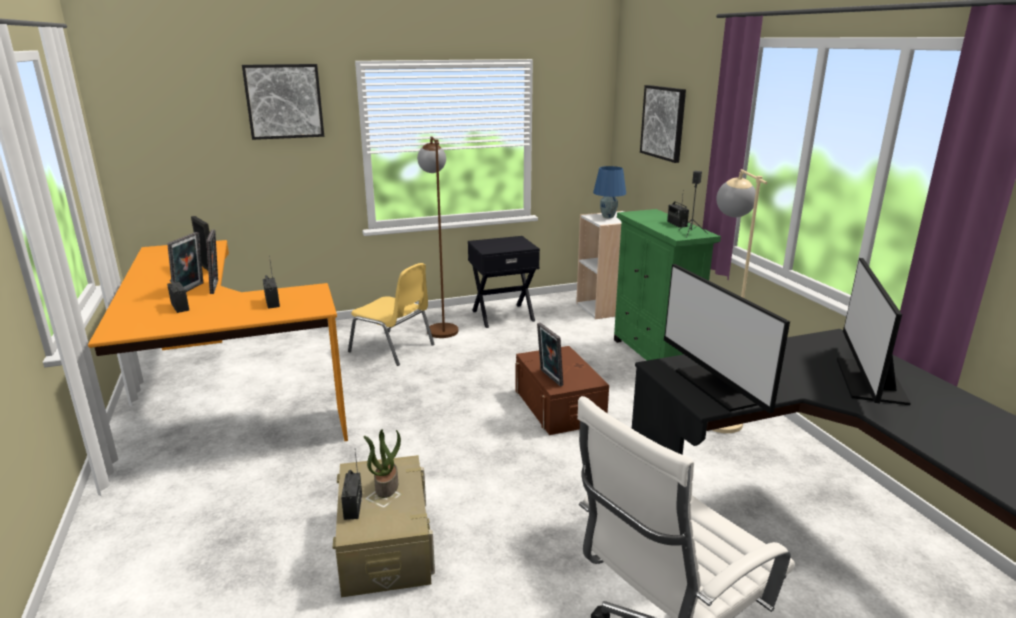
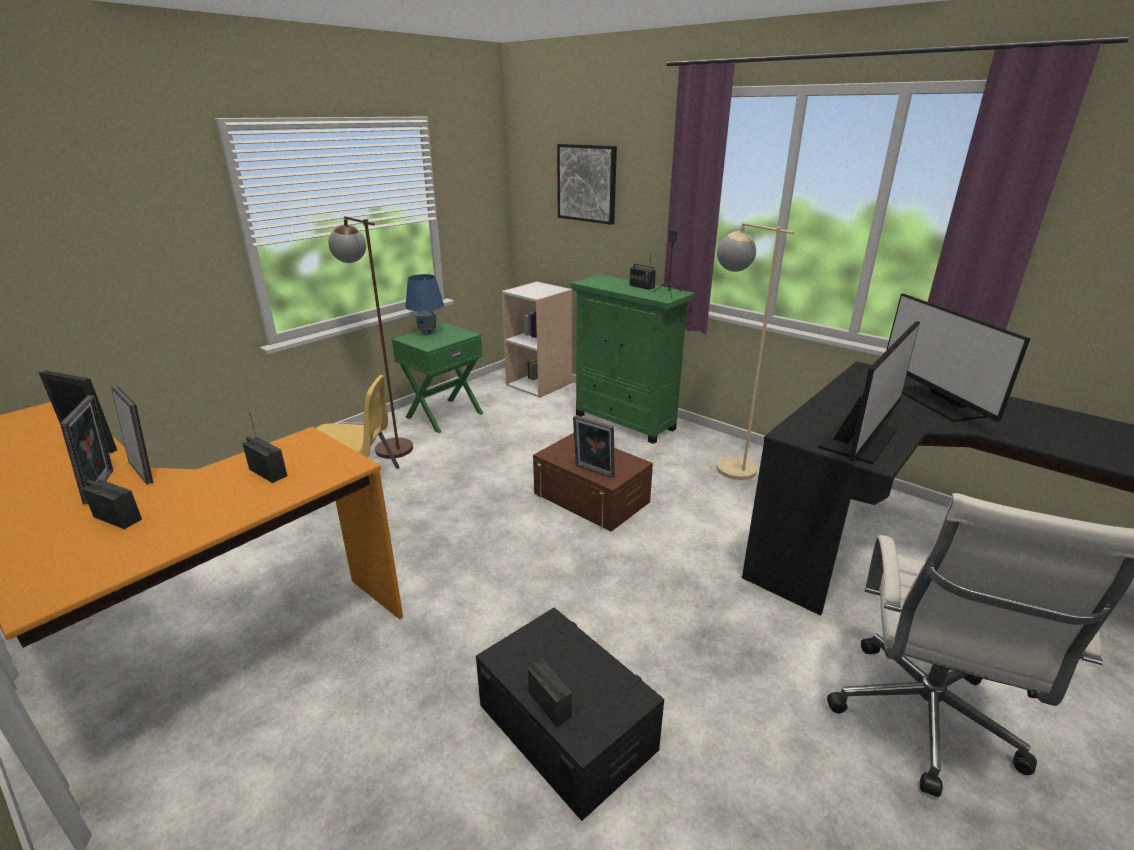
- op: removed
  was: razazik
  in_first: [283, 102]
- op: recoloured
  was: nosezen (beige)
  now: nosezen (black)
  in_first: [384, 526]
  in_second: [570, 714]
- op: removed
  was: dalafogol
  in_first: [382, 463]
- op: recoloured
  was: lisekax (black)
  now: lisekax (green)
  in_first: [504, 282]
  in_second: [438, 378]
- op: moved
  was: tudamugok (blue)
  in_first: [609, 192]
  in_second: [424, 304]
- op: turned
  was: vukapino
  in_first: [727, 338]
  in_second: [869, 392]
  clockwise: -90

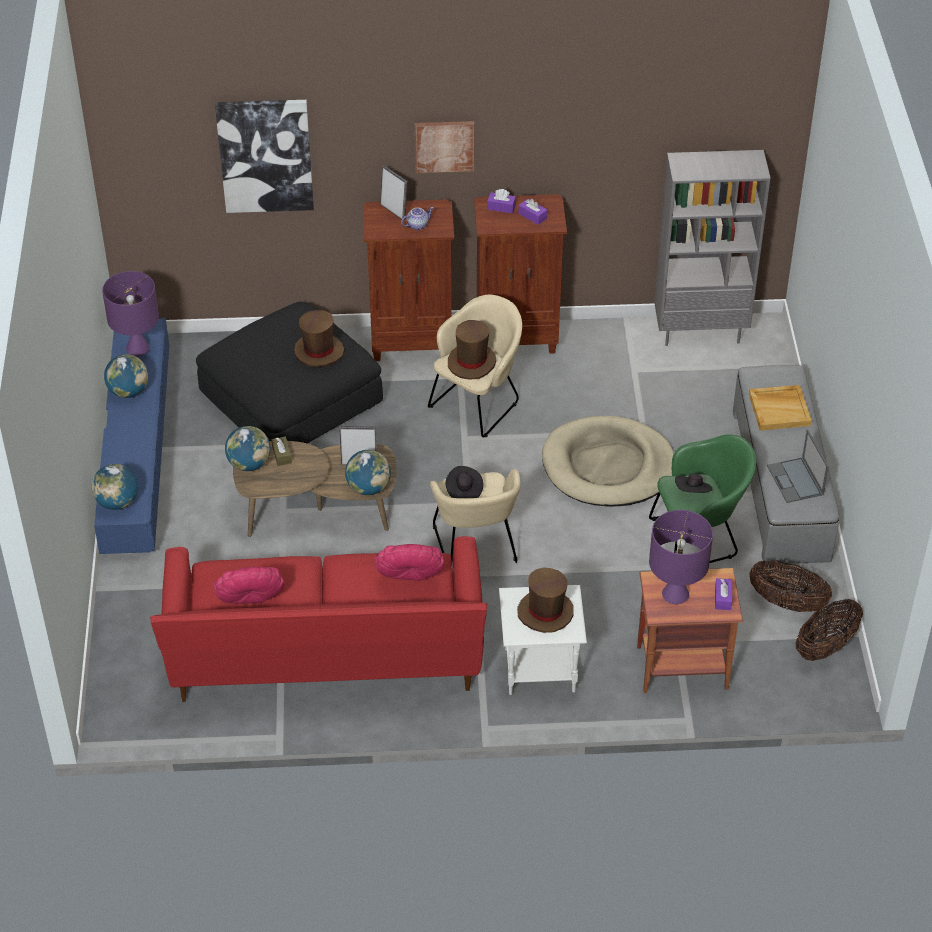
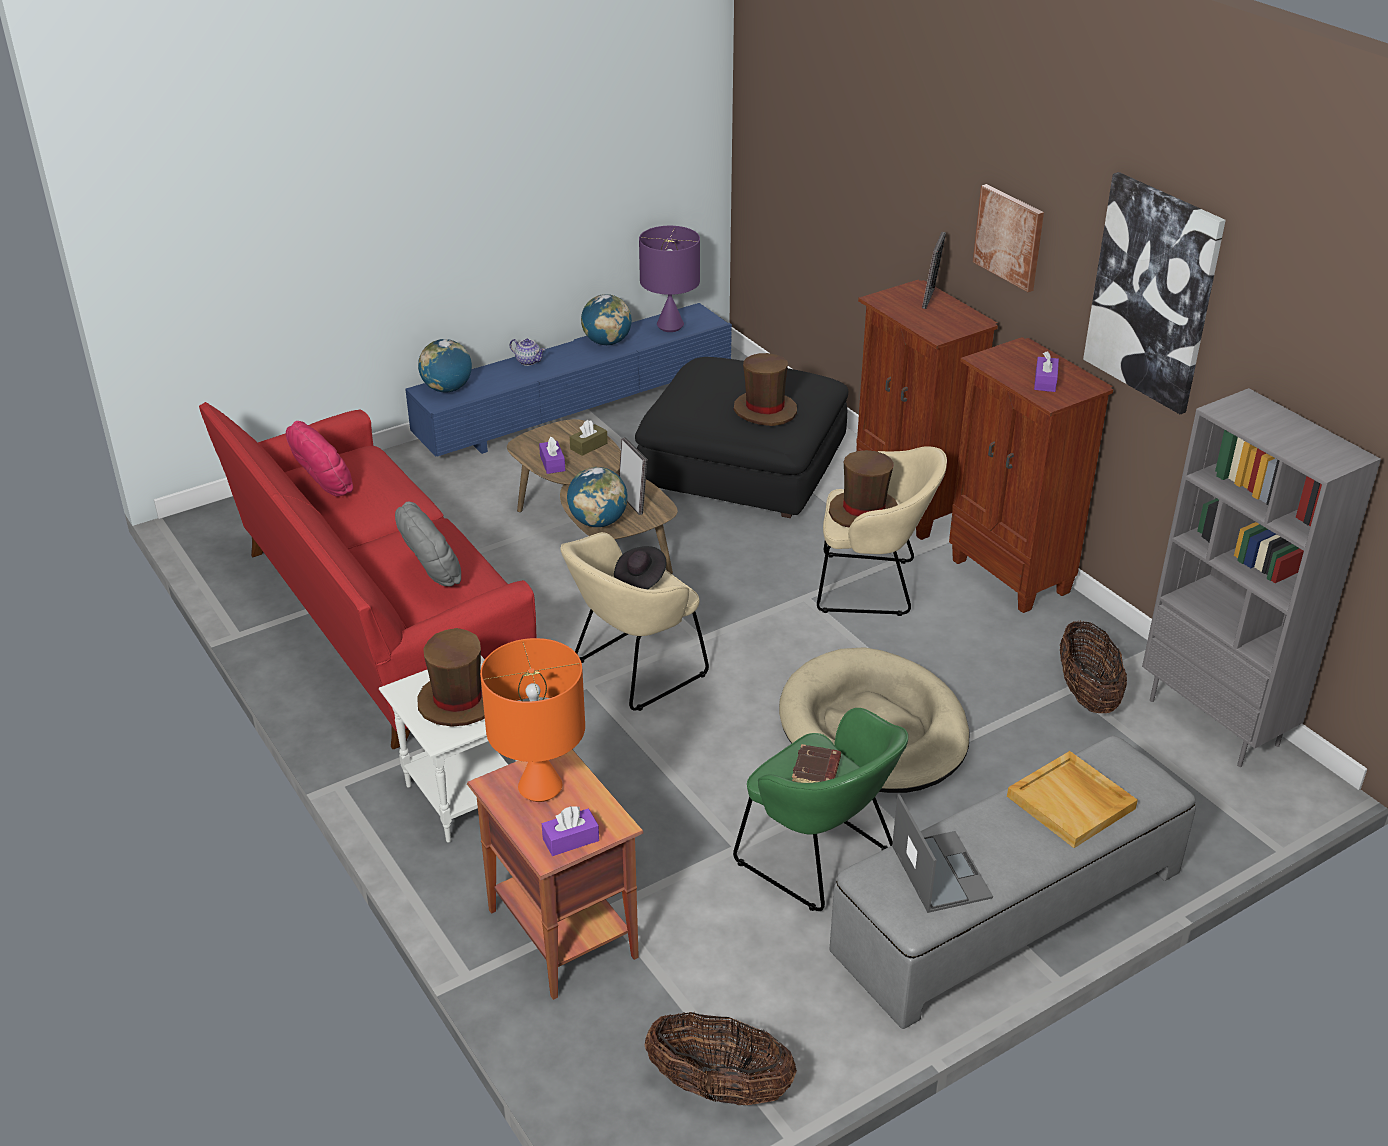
- op: moved
  was: razazik
  in_first: [264, 156]
  in_second: [1154, 293]
- op: removed
  was: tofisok
  in_first: [248, 448]
- op: recoloured
  was: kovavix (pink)
  now: kovavix (grey)
  in_first: [409, 562]
  in_second: [428, 543]
- op: moved
  was: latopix
  in_first: [417, 218]
  in_second: [527, 352]
- op: moved
  was: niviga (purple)
  in_first: [501, 201]
  in_second: [552, 455]
- op: recoloured
  was: tudamugok (purple)
  now: tudamugok (orange)
  in_first: [681, 557]
  in_second: [532, 720]
- op: replaced
  was: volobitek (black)
  now: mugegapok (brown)
  in_first: [693, 483]
  in_second: [816, 763]
- op: moved
  was: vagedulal
  in_first: [790, 586]
  in_second: [1093, 667]
- op: turned
  was: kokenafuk
  in_first: [798, 466]
  in_second: [942, 853]
  clockwise: 120

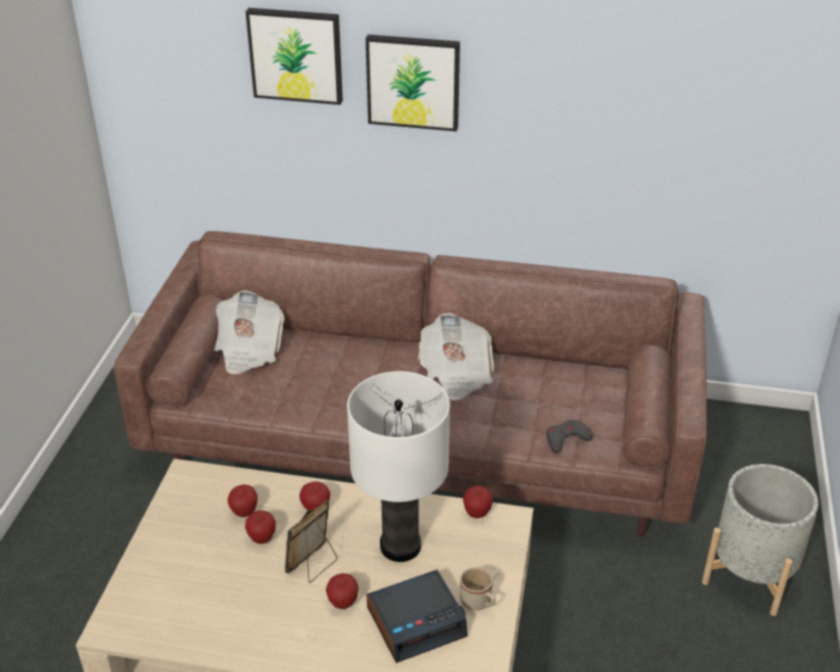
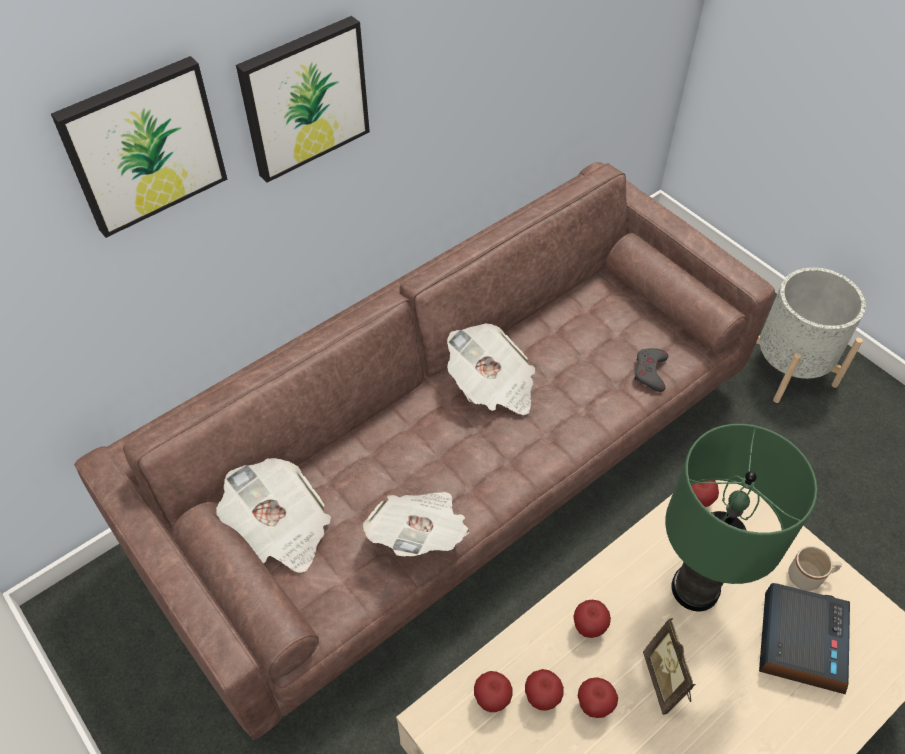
- op: moved
  was: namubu
  in_first: [342, 591]
  in_second: [493, 691]
- op: recoloured
  was: tudamugok (white)
  now: tudamugok (green)
  in_first: [398, 466]
  in_second: [741, 517]
- op: added
  now: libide
  in_second: [416, 524]

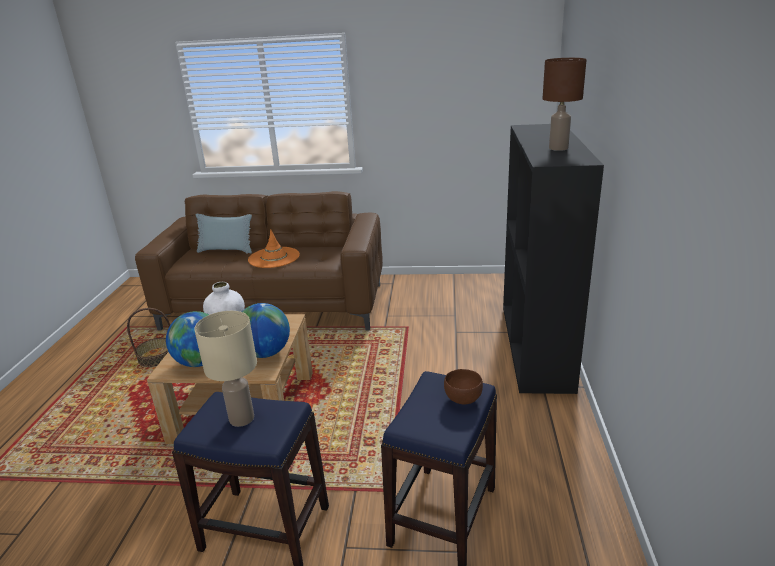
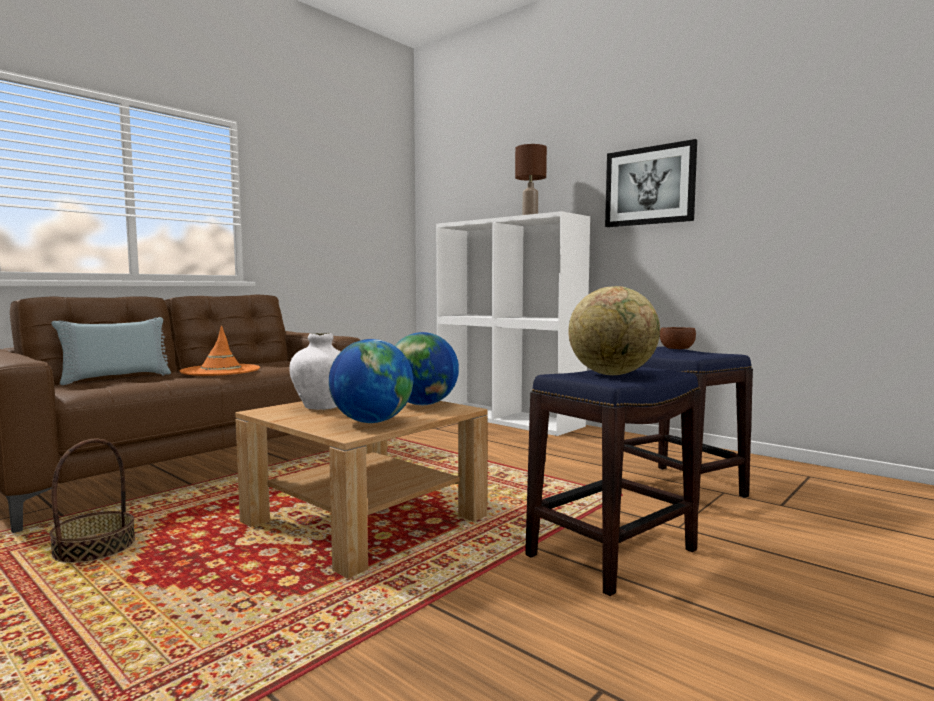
- op: replaced
  was: tudamugok (beige)
  now: tofisok
  in_first: [225, 369]
  in_second: [614, 330]
- op: recoloured
  was: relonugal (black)
  now: relonugal (white)
  in_first: [553, 259]
  in_second: [513, 323]
- op: added
  now: razazik
  in_second: [651, 183]

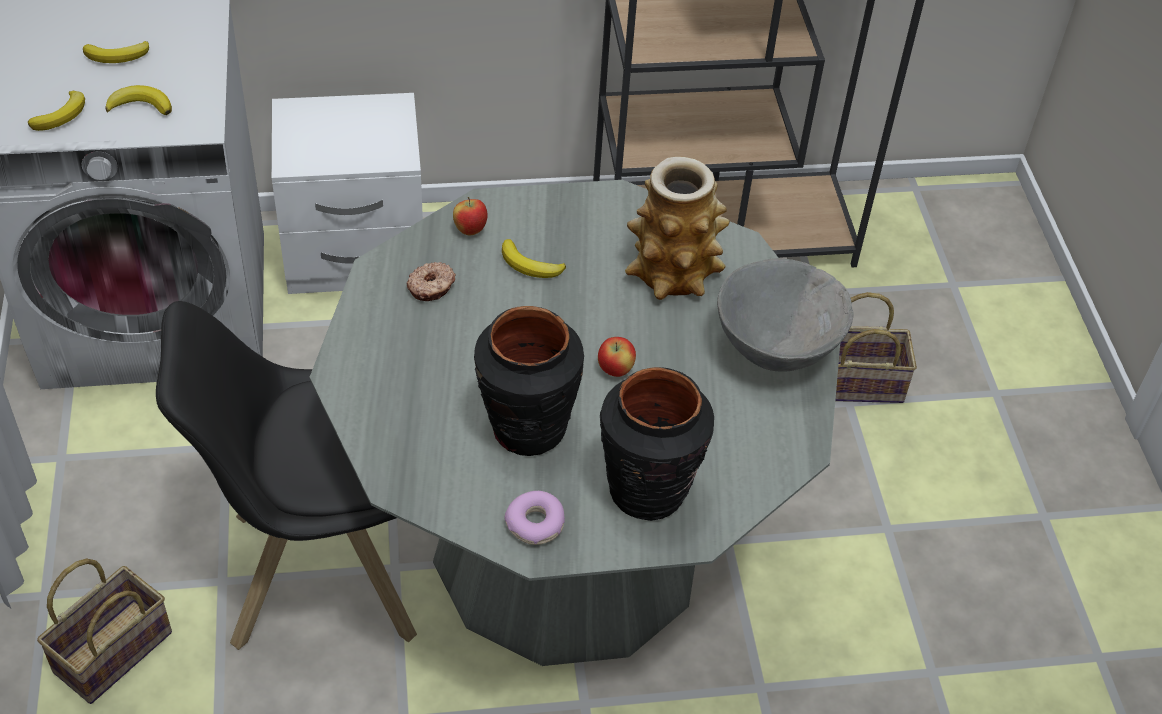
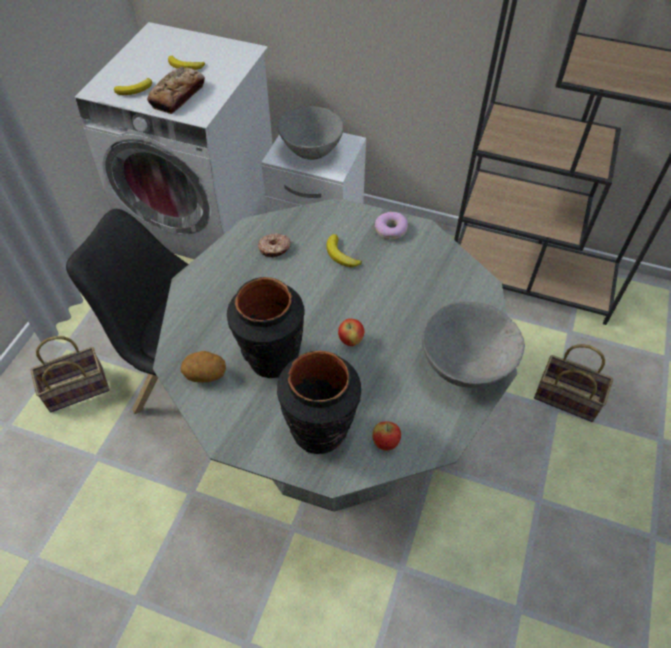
- op: replaced
  was: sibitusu
  now: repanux
  in_first: [138, 100]
  in_second: [176, 90]
- op: moved
  was: namubu
  in_first: [470, 216]
  in_second: [386, 436]
- op: moved
  was: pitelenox
  in_first: [534, 518]
  in_second: [391, 225]
- op: removed
  was: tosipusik
  in_first: [677, 228]
- op: added
  now: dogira
  in_second: [203, 366]
- op: added
  now: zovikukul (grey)
  in_second: [310, 133]

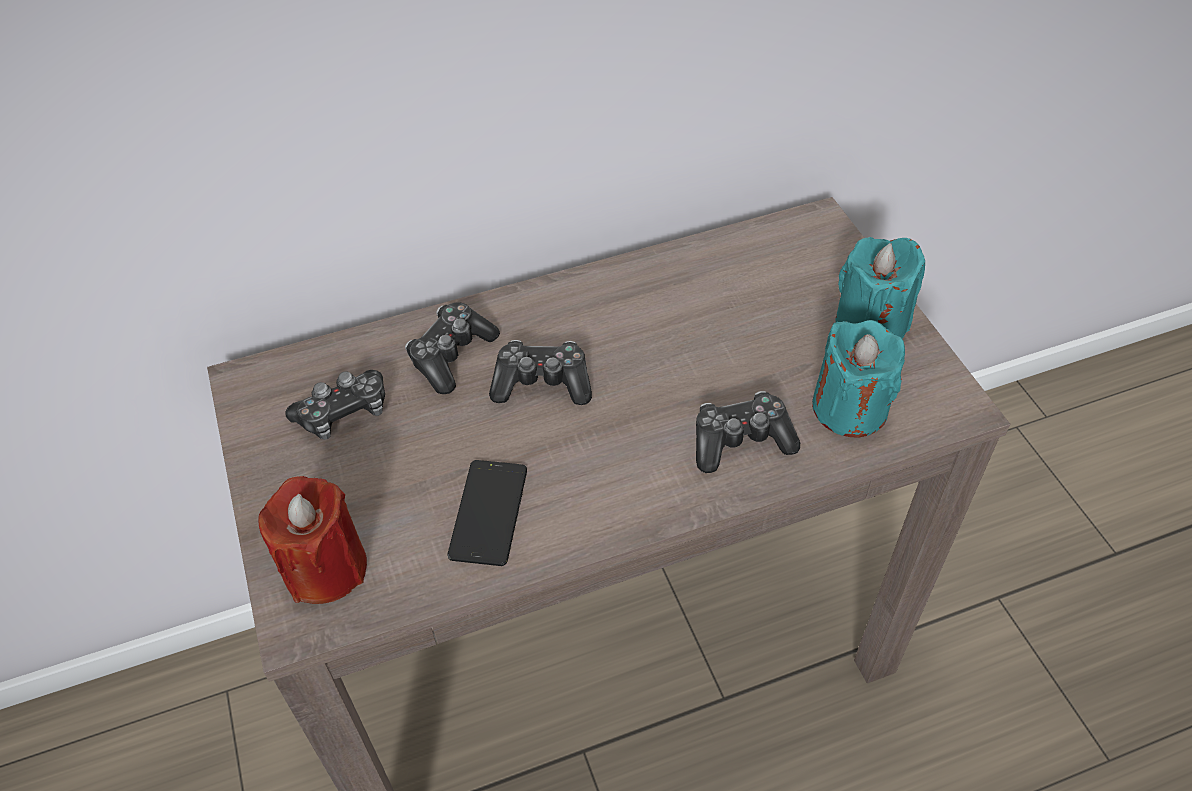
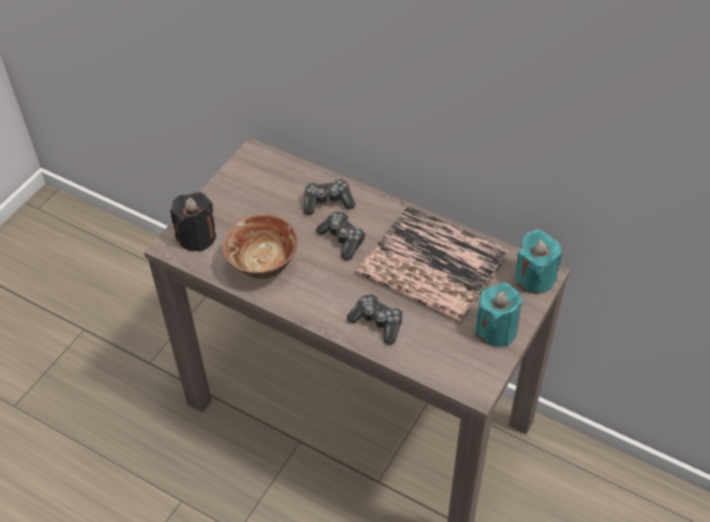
- op: recoloured
  was: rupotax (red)
  now: rupotax (black)
  in_first: [312, 540]
  in_second: [193, 222]
- op: removed
  was: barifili
  in_first: [335, 405]
- op: replaced
  was: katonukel
  now: zovikukul
  in_first: [487, 513]
  in_second: [260, 246]
- op: moved
  was: rupotax (turquoise)
  in_first: [858, 379]
  in_second: [538, 261]
- op: added
  now: mugegapok
  in_second: [432, 264]

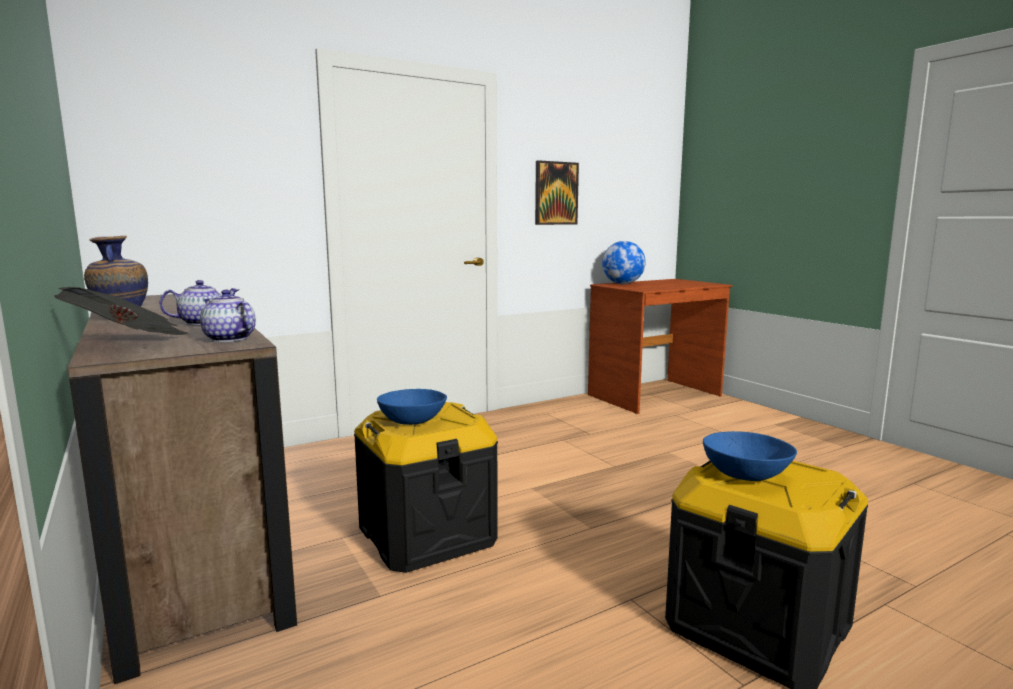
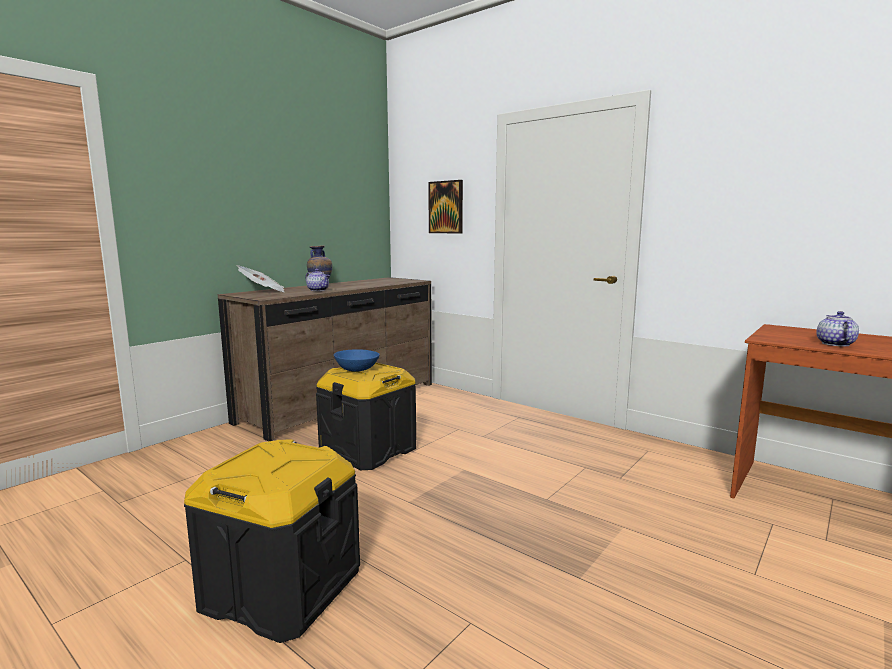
- op: moved
  was: latopix
  in_first: [228, 316]
  in_second: [838, 328]
- op: moved
  was: razazik
  in_first: [557, 192]
  in_second: [445, 206]
- op: removed
  was: tofisok
  in_first: [624, 262]
- op: removed
  was: zovikukul (blue)
  in_first: [750, 456]

